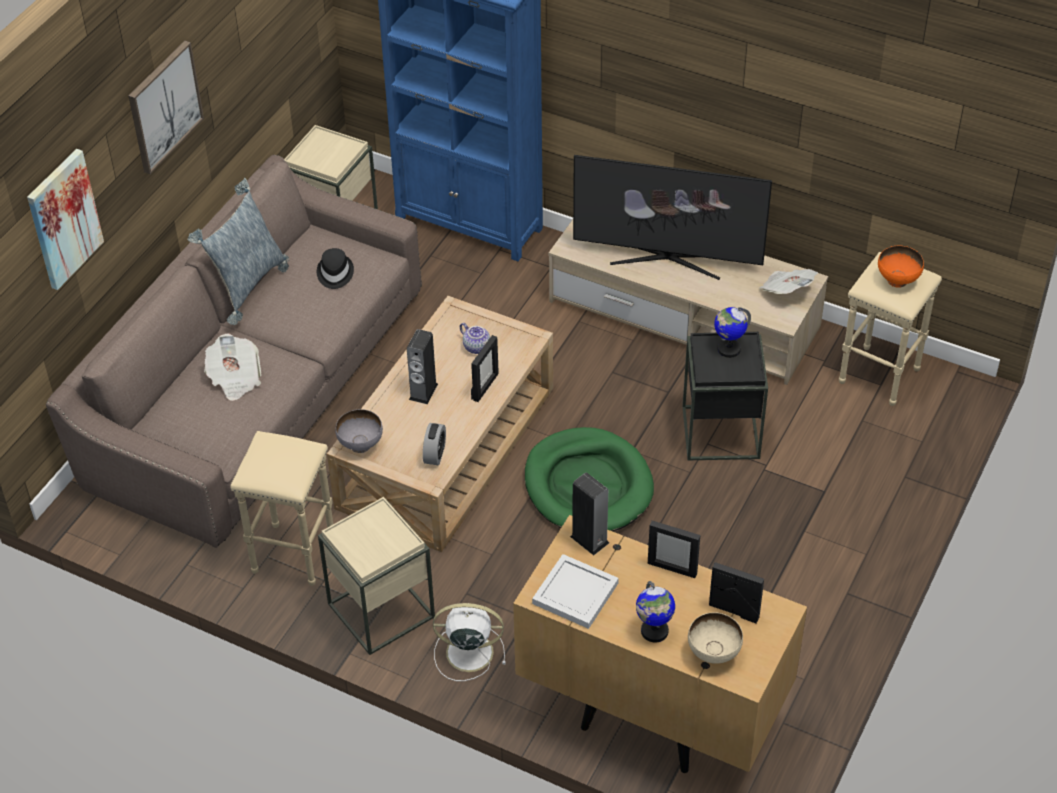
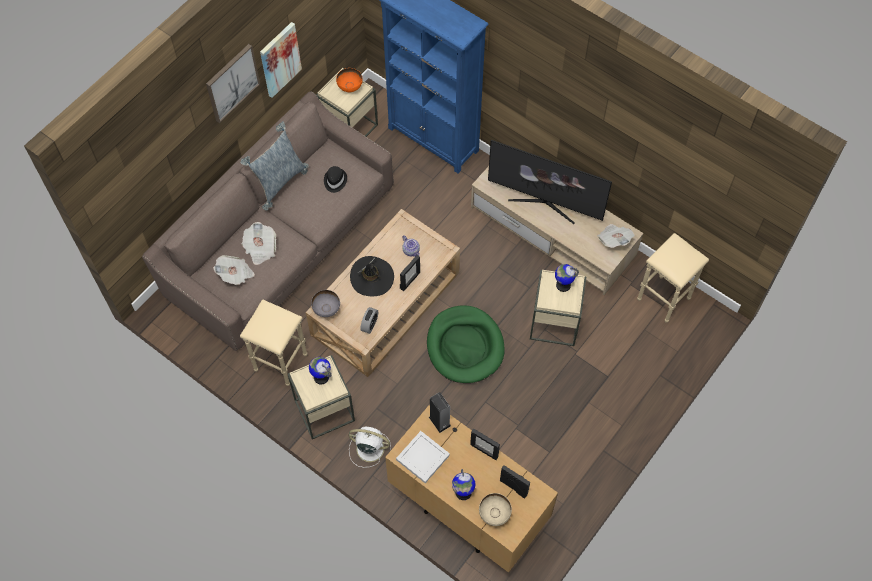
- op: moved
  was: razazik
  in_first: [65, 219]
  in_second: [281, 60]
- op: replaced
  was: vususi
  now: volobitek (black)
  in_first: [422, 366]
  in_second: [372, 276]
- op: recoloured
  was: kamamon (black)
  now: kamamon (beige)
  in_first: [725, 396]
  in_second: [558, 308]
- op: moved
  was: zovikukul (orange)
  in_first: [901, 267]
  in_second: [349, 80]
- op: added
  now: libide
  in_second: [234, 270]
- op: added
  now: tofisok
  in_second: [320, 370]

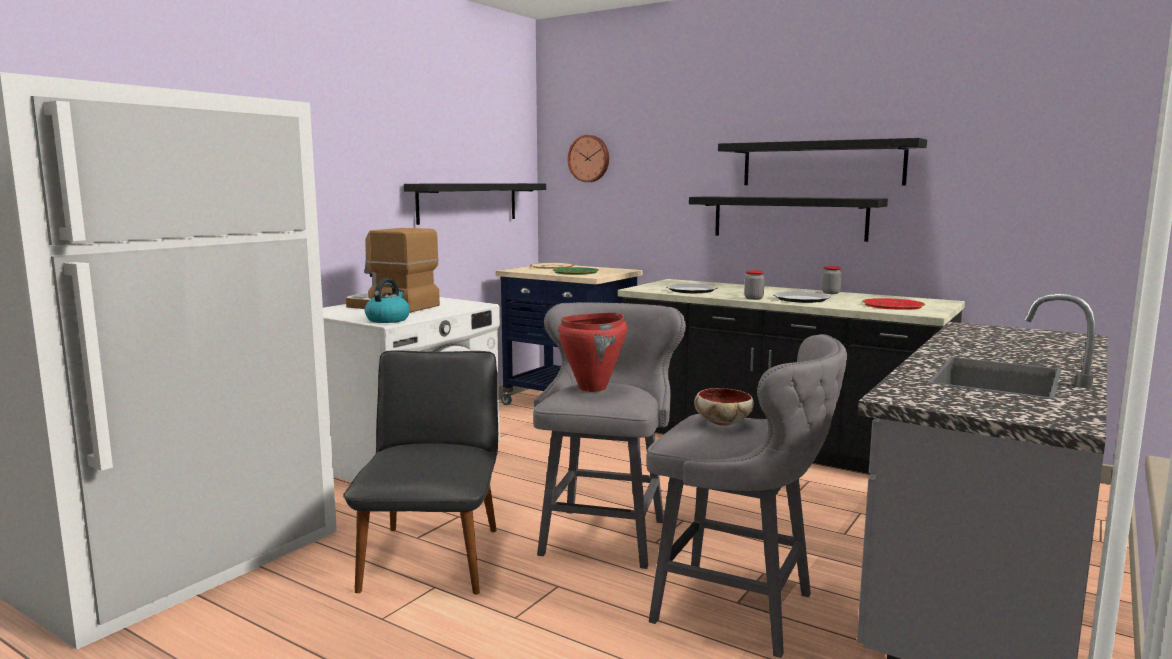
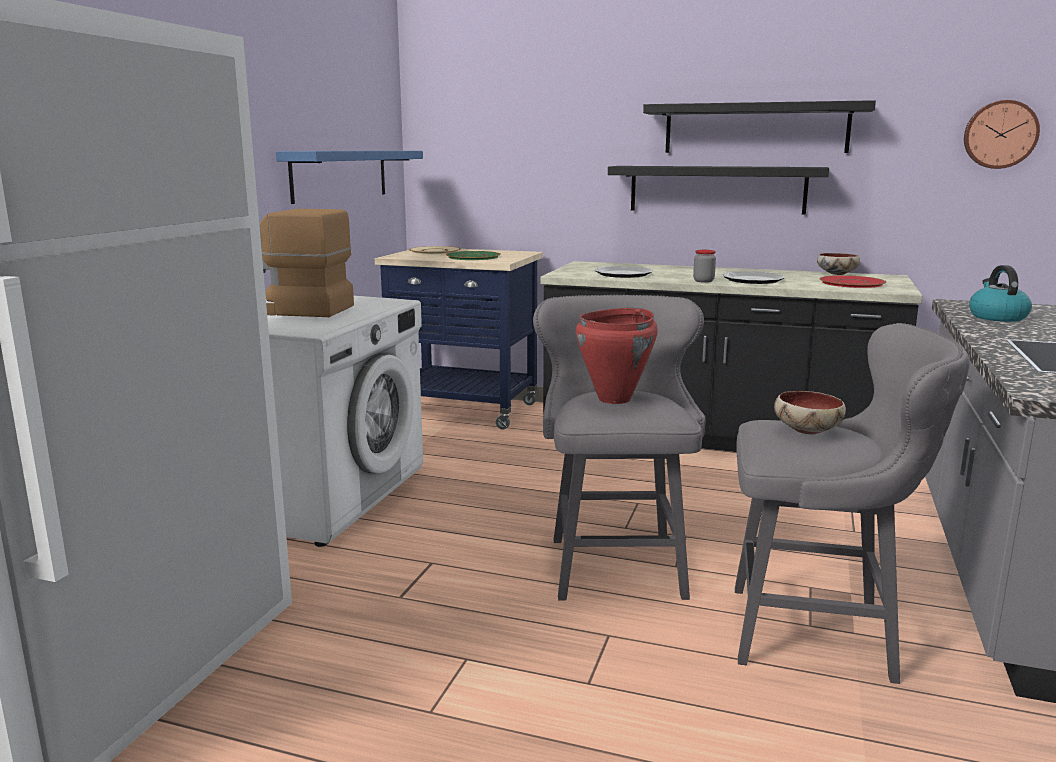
- op: removed
  was: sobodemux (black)
  in_first: [420, 472]
- op: moved
  was: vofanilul
  in_first: [387, 300]
  in_second: [1000, 293]
- op: recoloured
  was: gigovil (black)
  now: gigovil (blue)
  in_first: [475, 204]
  in_second: [349, 177]
- op: moved
  was: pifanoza
  in_first: [588, 158]
  in_second: [1002, 134]
- op: removed
  was: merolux
  in_first: [832, 280]
- op: added
  now: zovikukul
  in_second: [838, 264]

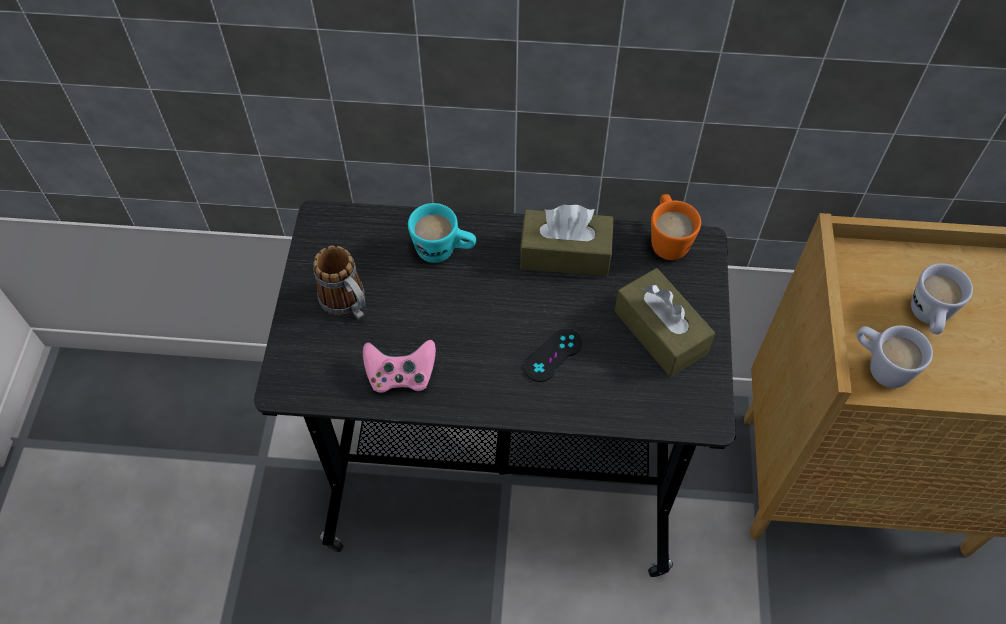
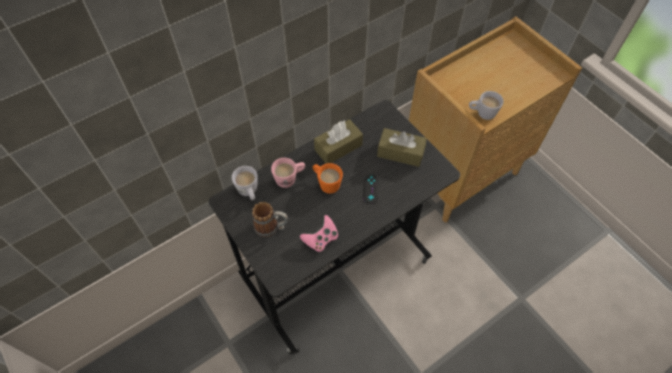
- op: recoloured
  was: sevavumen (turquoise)
  now: sevavumen (pink)
  in_first: [442, 233]
  in_second: [288, 173]
- op: moved
  was: sevavumen (orange)
  in_first: [676, 227]
  in_second: [328, 178]
- op: moved
  was: sevavumen (white)
  in_first: [942, 298]
  in_second: [245, 183]

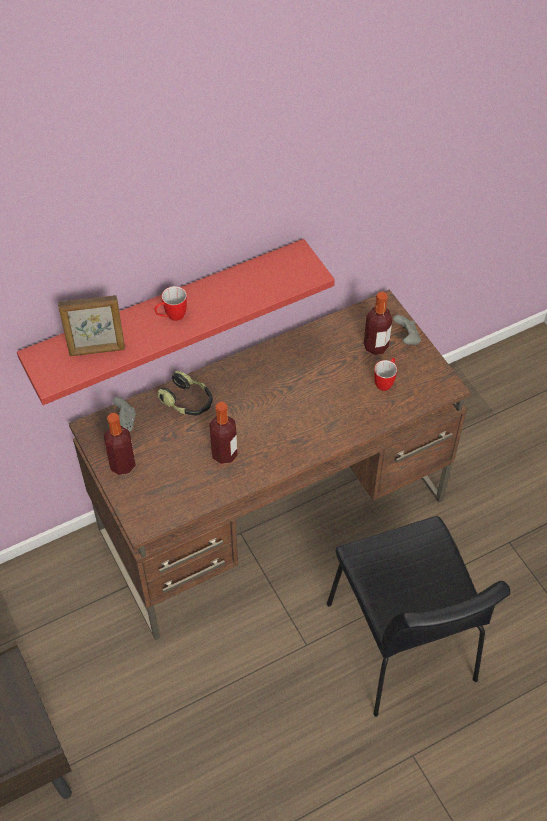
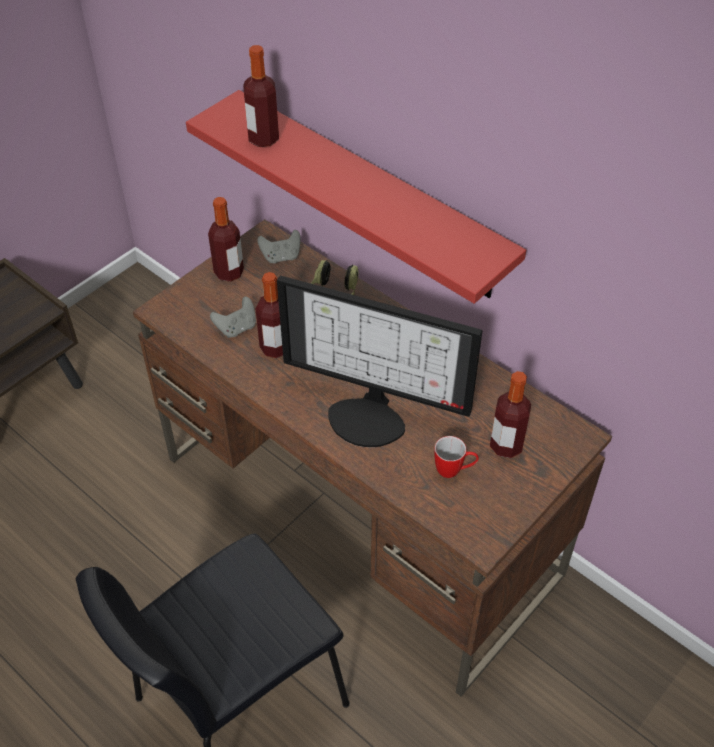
- op: replaced
  was: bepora
  now: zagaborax
  in_first: [91, 325]
  in_second: [261, 96]
- op: removed
  was: sevavumen
  in_first: [171, 303]
- op: moved
  was: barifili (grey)
  in_first: [407, 330]
  in_second: [233, 317]
- op: added
  now: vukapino
  in_second: [379, 361]

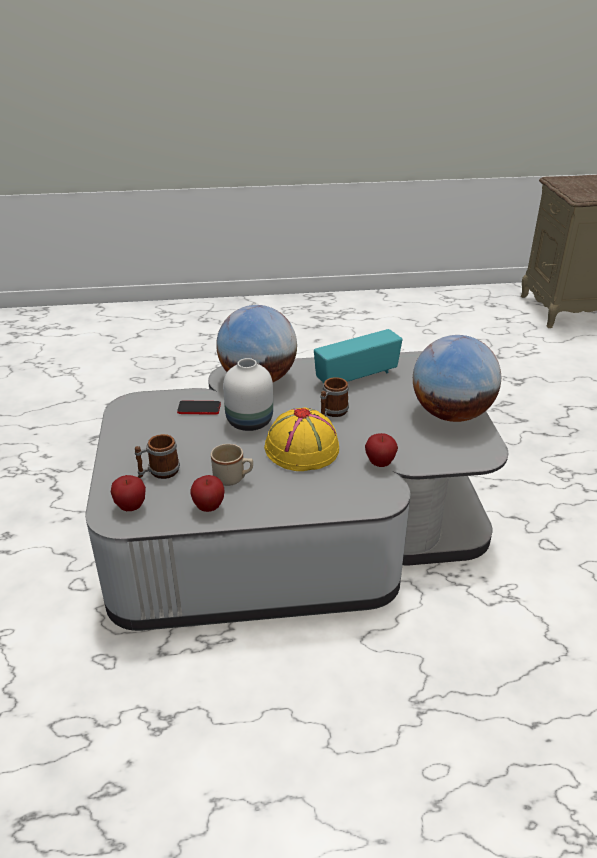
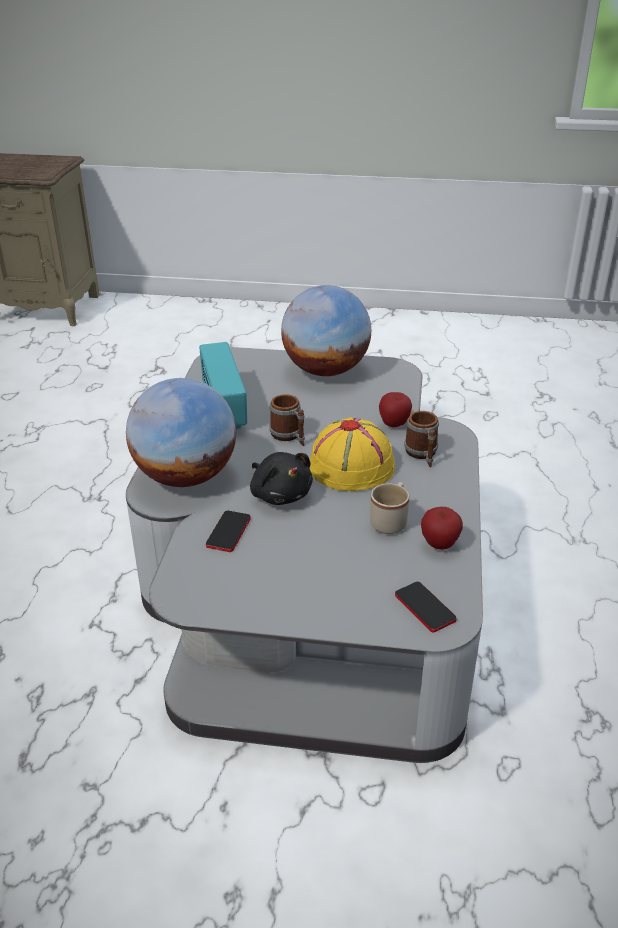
- op: replaced
  was: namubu
  now: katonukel
  in_first: [128, 493]
  in_second: [426, 606]
- op: moved
  was: sevavumen
  in_first: [157, 456]
  in_second: [421, 439]
- op: replaced
  was: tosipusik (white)
  now: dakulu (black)
  in_first: [248, 394]
  in_second: [281, 478]

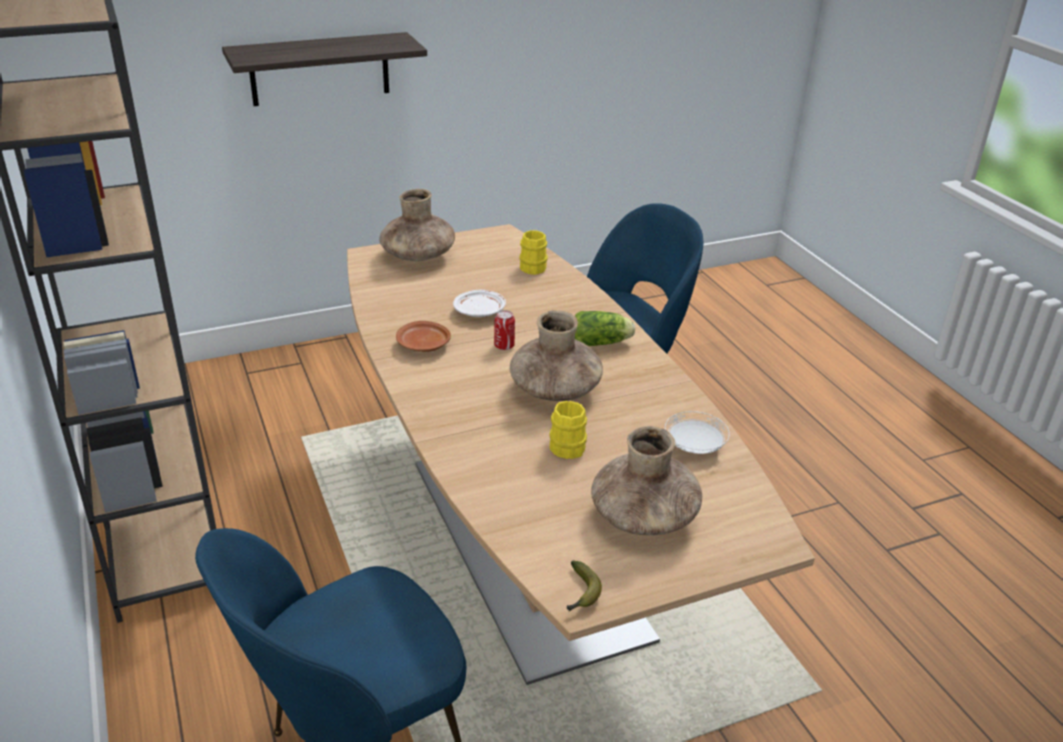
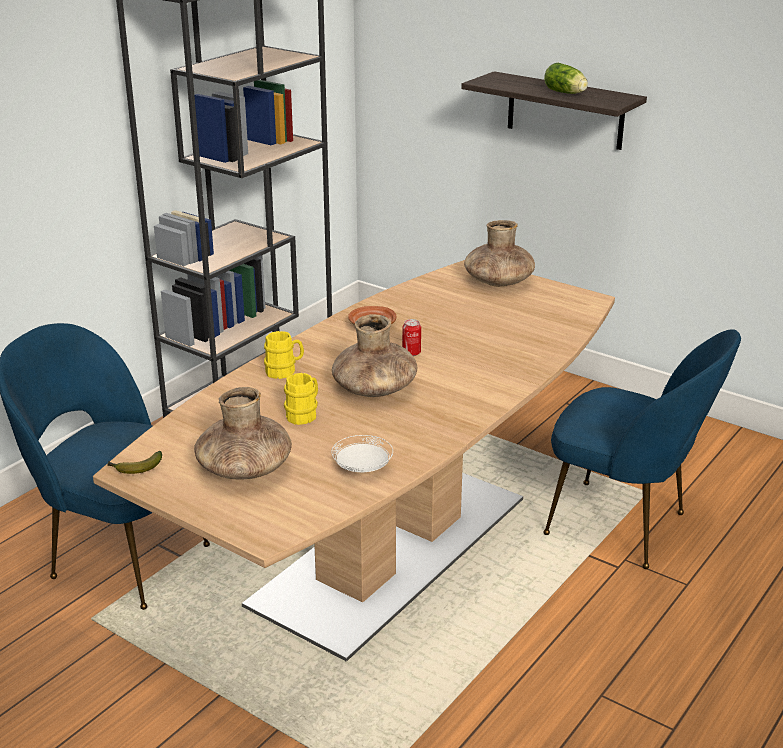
- op: removed
  was: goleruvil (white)
  in_first: [479, 303]
- op: moved
  was: sevavumen (yellow)
  in_first: [533, 252]
  in_second: [284, 355]
- op: moved
  was: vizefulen
  in_first: [605, 328]
  in_second: [566, 78]

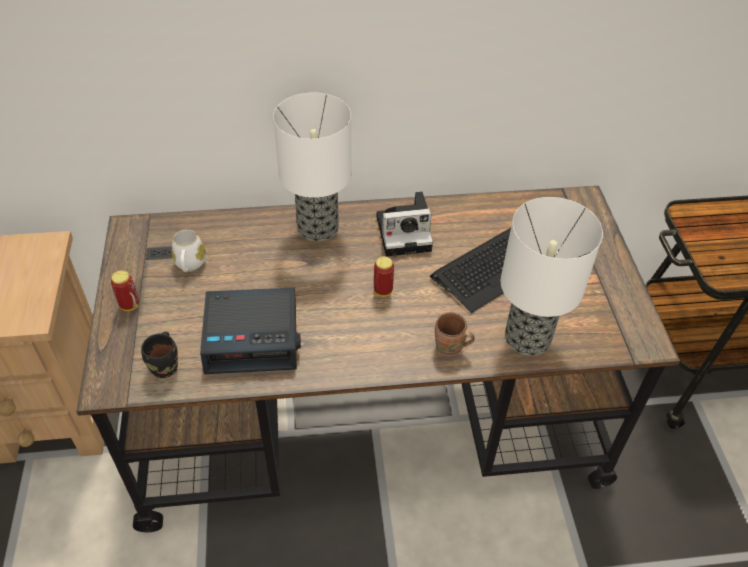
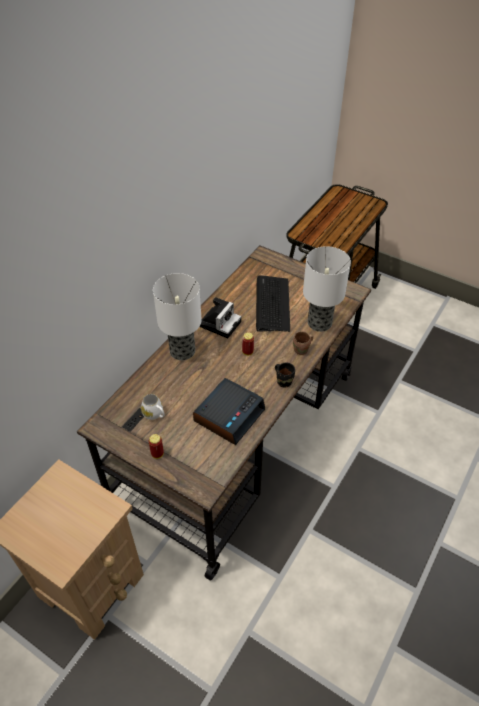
- op: moved
  was: sevavumen (black)
  in_first: [159, 354]
  in_second: [285, 375]

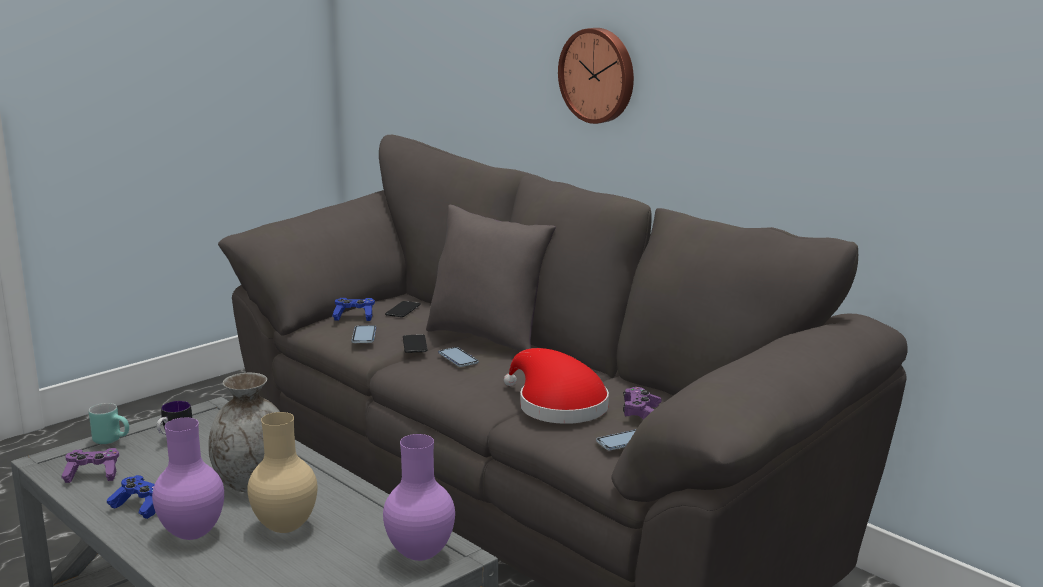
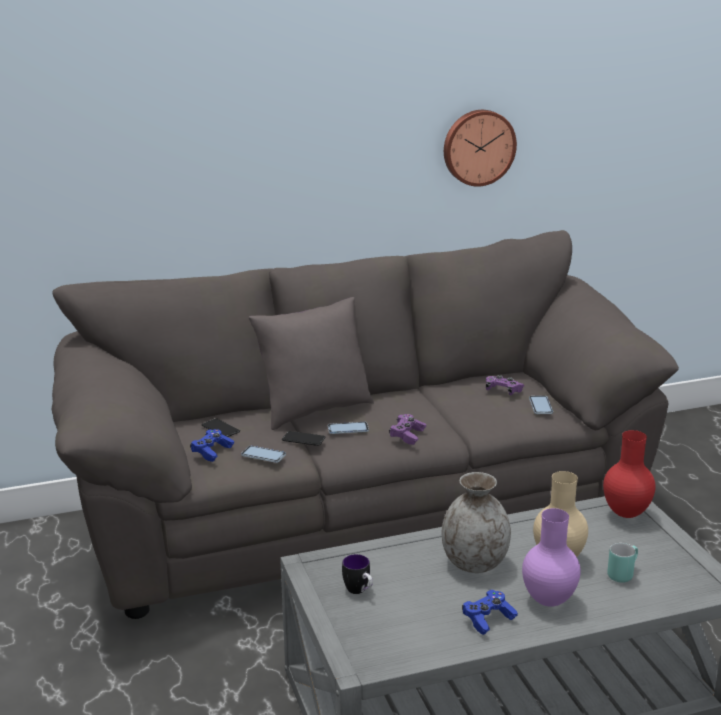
- op: moved
  was: barifili (purple)
  in_first: [90, 465]
  in_second: [407, 429]
- op: moved
  was: sevavumen (turquoise)
  in_first: [109, 423]
  in_second: [622, 563]
- op: recoloured
  was: tosipusik (purple)
  now: tosipusik (red)
  in_first: [419, 497]
  in_second: [629, 474]
- op: removed
  was: volobitek (red)
  in_first: [556, 386]
- op: moved
  was: pifanoza
  in_first: [596, 76]
  in_second: [480, 148]

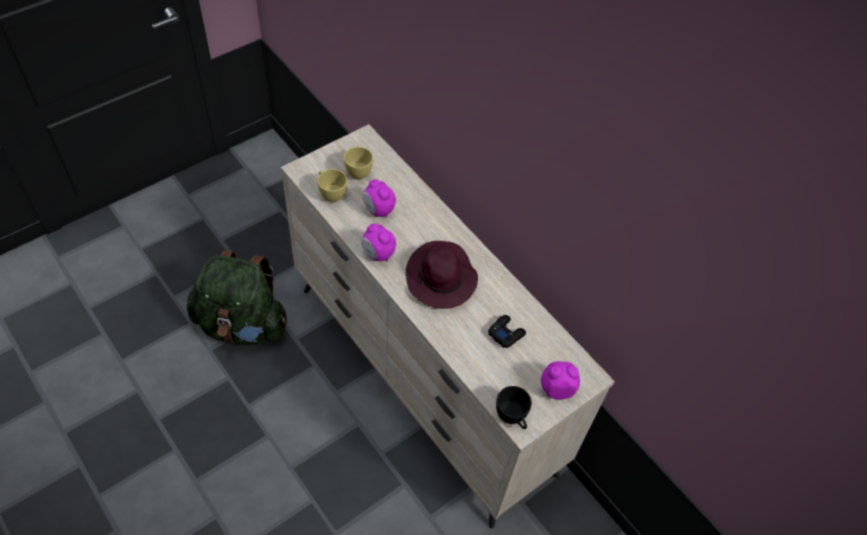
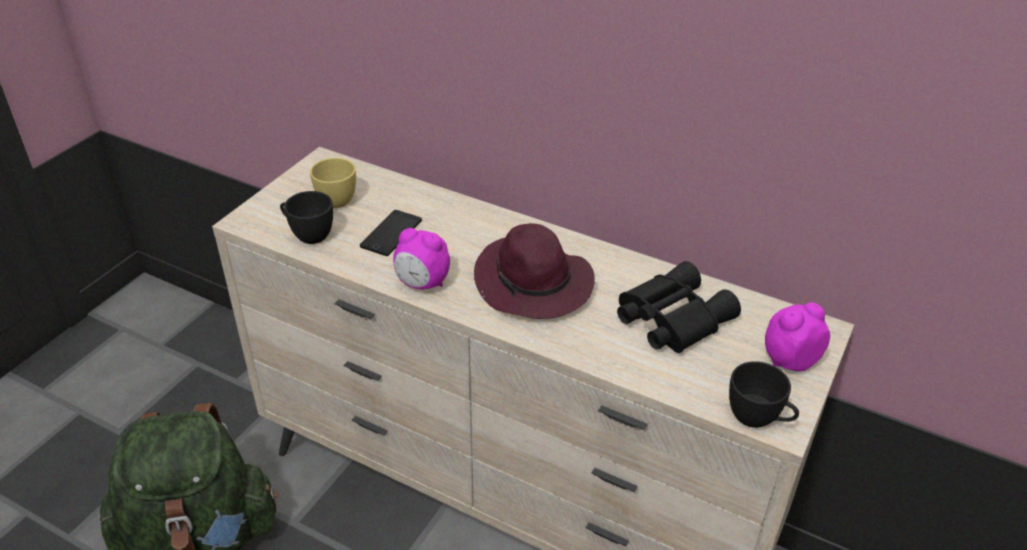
- op: recoloured
  was: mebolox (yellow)
  now: mebolox (black)
  in_first: [332, 185]
  in_second: [306, 217]
- op: replaced
  was: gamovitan
  now: katonukel
  in_first: [379, 198]
  in_second: [391, 233]
- op: replaced
  was: barifili (black)
  now: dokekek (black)
  in_first: [507, 331]
  in_second: [679, 307]

